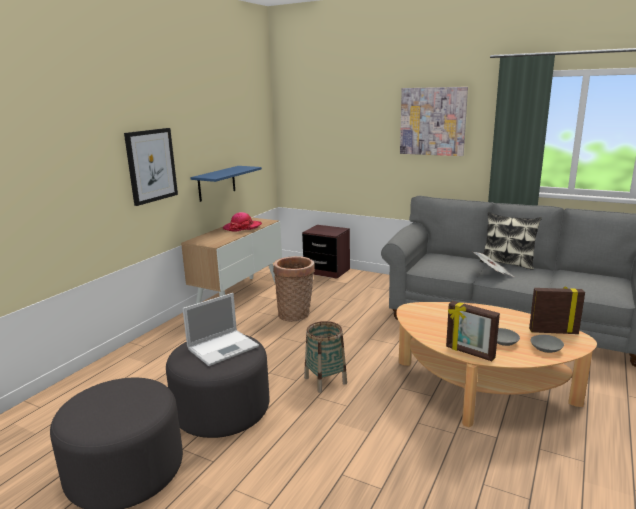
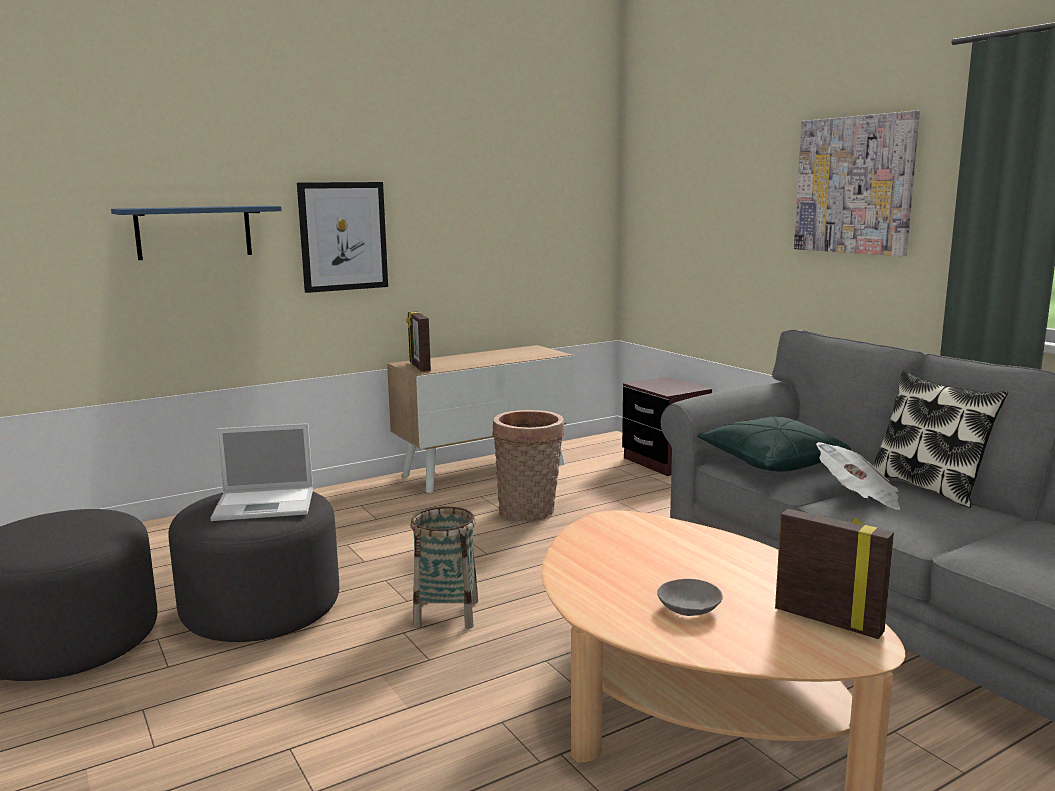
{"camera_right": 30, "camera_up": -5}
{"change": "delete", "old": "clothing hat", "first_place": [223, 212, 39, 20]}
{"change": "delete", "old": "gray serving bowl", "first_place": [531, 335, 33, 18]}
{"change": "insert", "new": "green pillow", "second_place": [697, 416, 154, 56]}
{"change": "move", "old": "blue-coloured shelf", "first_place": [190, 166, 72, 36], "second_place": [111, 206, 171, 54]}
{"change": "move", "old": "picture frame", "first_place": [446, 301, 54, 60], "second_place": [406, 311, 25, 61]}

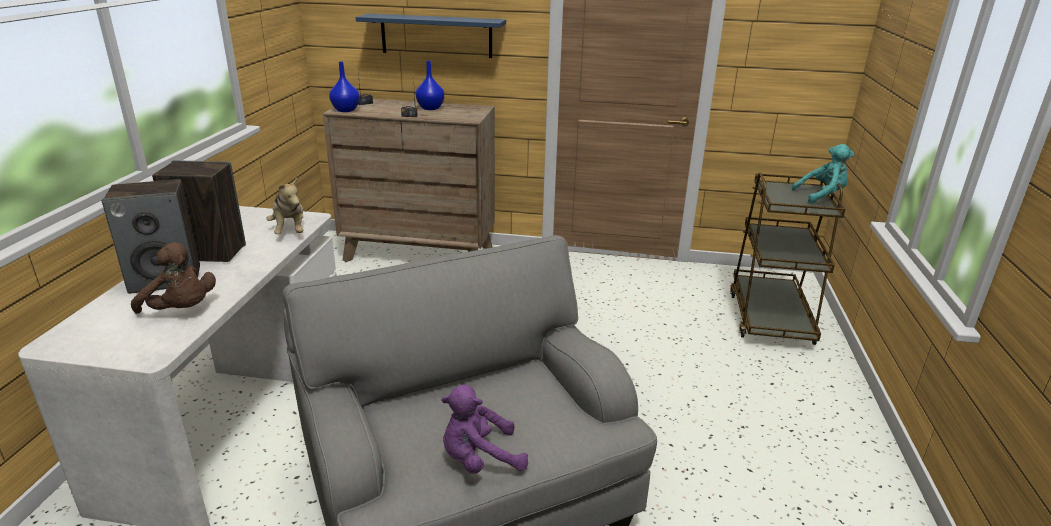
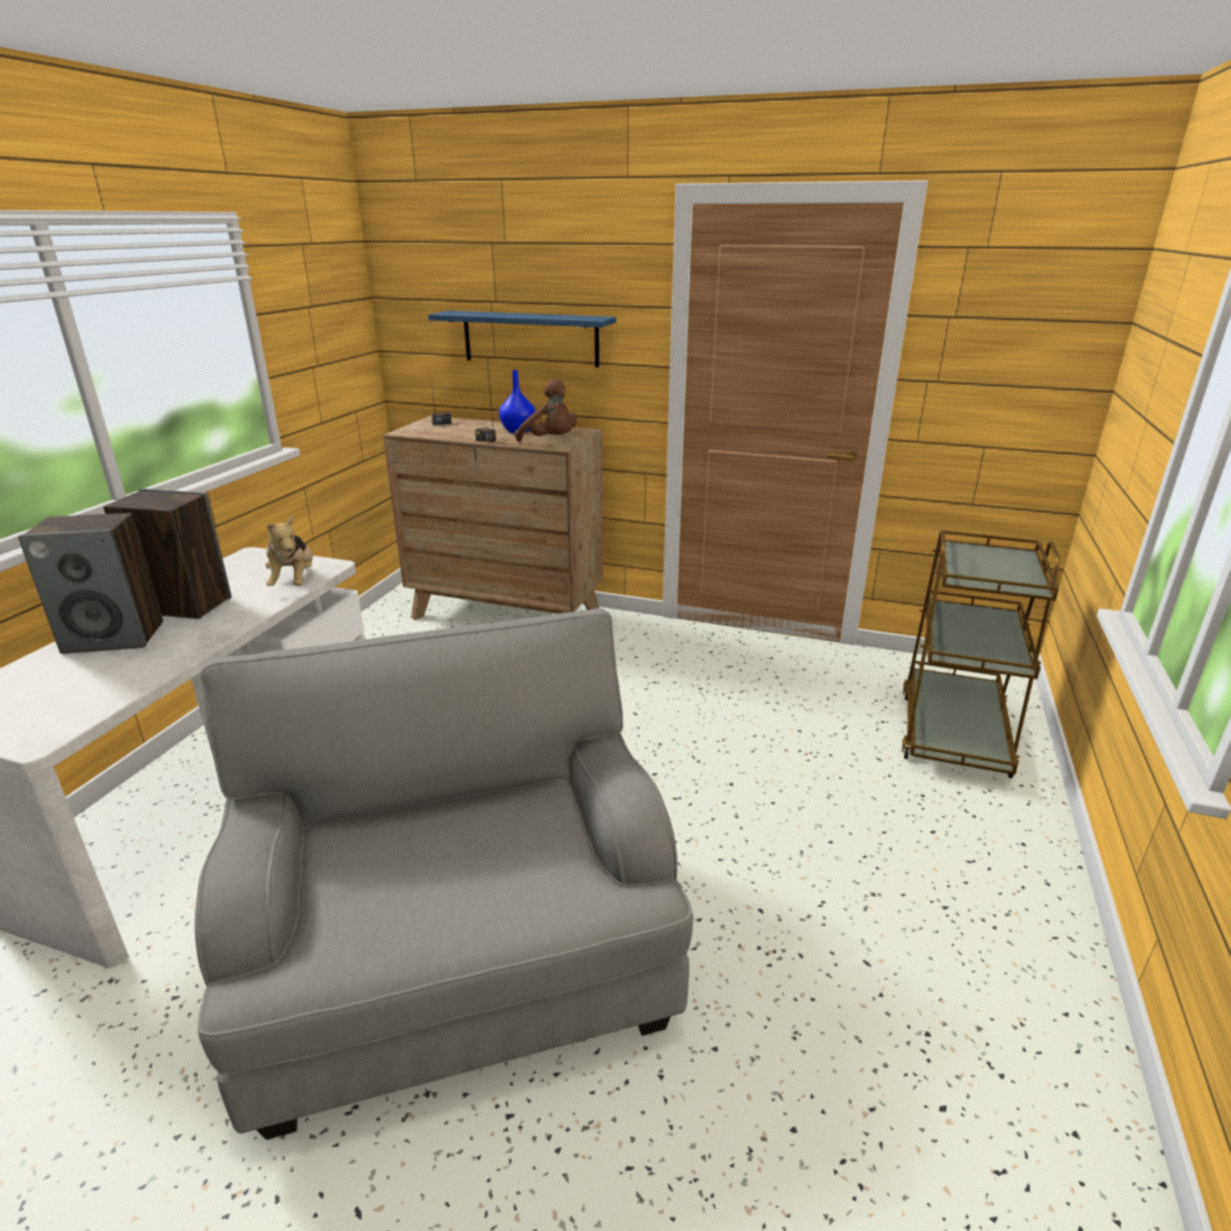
{"camera_right": 10, "camera_up": 0}
{"change": "delete", "old": "blue-coloured vase", "first_place": [329, 62, 31, 50]}
{"change": "delete", "old": "purple-coloured cuddly toy", "first_place": [441, 384, 87, 90]}
{"change": "delete", "old": "turquoise cuddly toy", "first_place": [791, 144, 63, 60]}
{"change": "move", "old": "brown-coloured cuddly toy", "first_place": [131, 242, 85, 72], "second_place": [515, 379, 62, 63]}

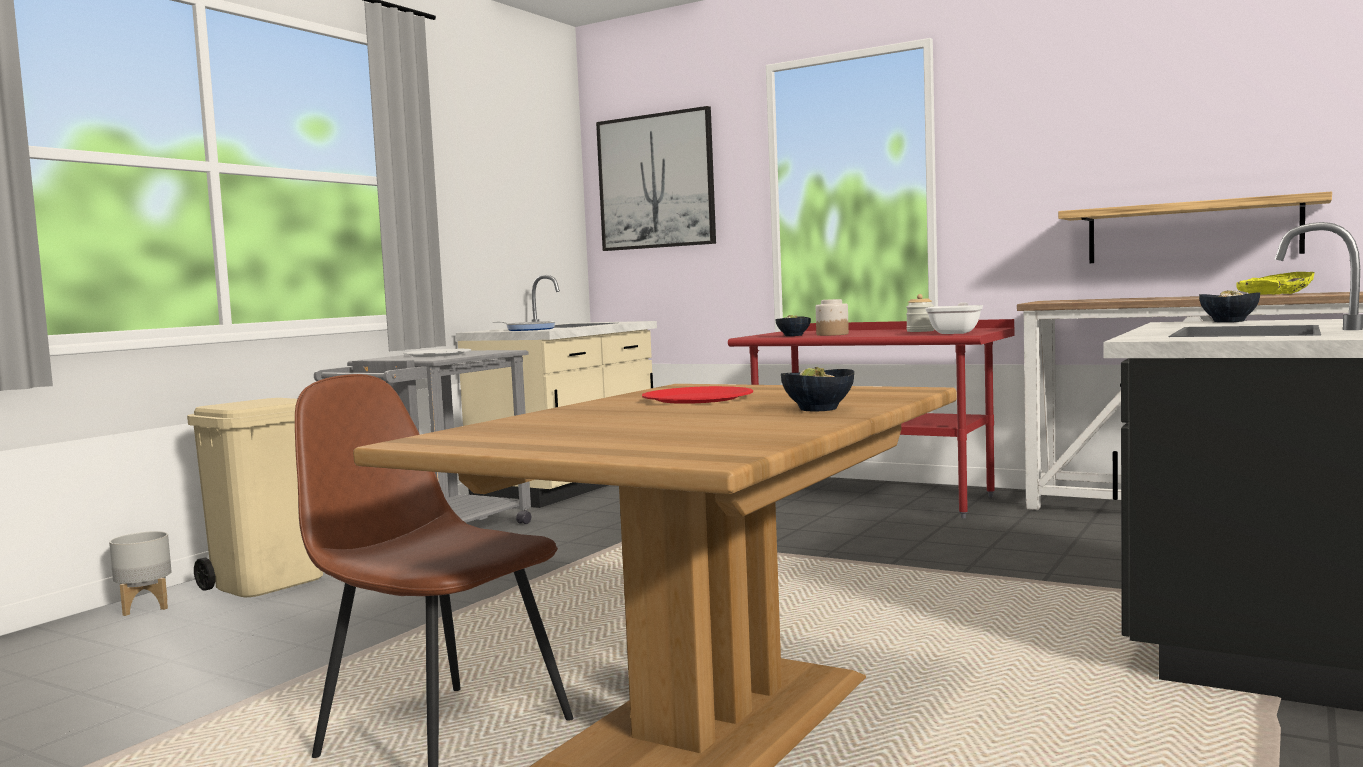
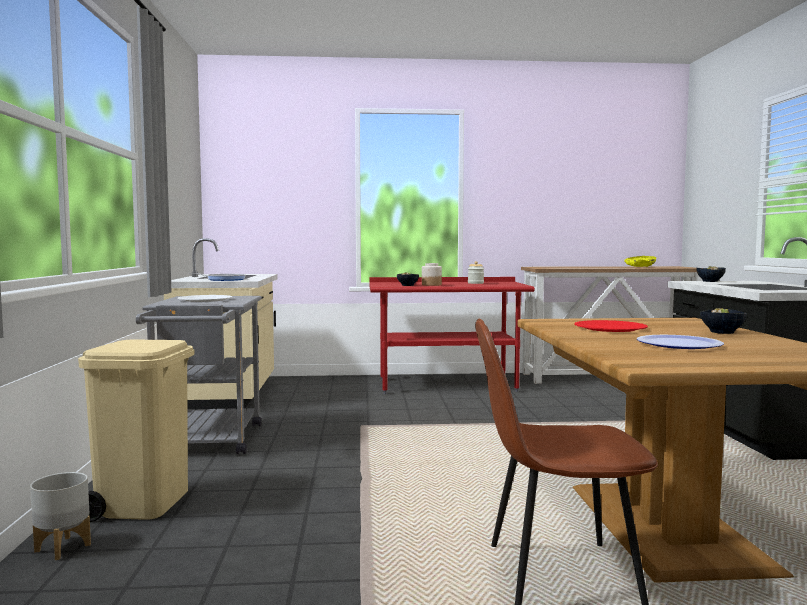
{"camera_right": -35, "camera_up": 0}
{"change": "delete", "old": "wall picture", "first_place": [596, 106, 120, 145]}
{"change": "delete", "old": "frying pan", "first_place": [925, 302, 58, 32]}
{"change": "delete", "old": "shelf", "first_place": [1058, 192, 274, 71]}
{"change": "insert", "new": "plate", "second_place": [637, 335, 87, 14]}

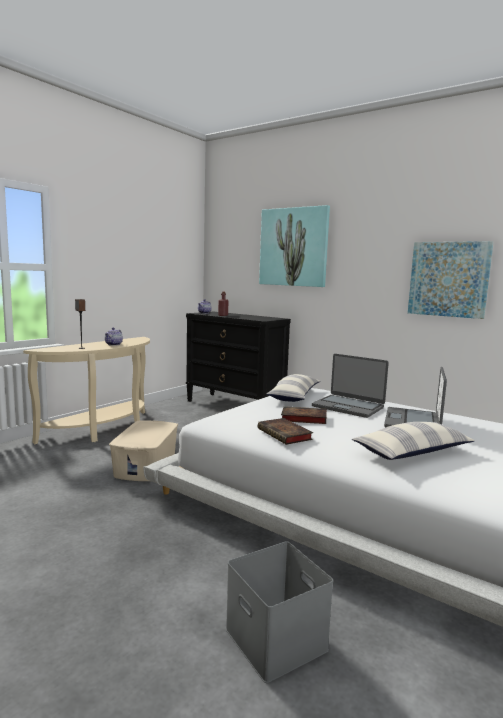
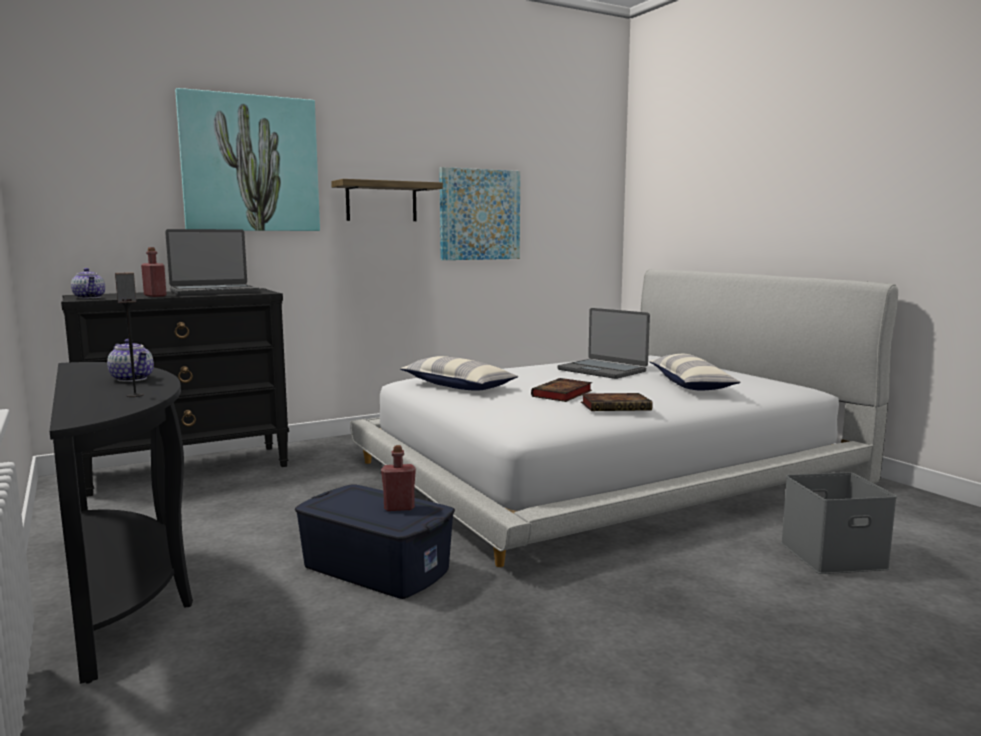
{"camera_right": -65, "camera_up": 0}
{"change": "insert", "new": "shelf", "second_place": [331, 179, 112, 42]}
{"change": "insert", "new": "red-coloured drink bottle", "second_place": [381, 445, 35, 66]}
{"change": "move", "old": "notebook computer", "first_place": [312, 354, 77, 64], "second_place": [165, 229, 95, 67]}
{"change": "recolor", "old": "beige-coloured console table", "new": "black-coloured console table", "first_place": [23, 337, 127, 107], "second_place": [50, 362, 143, 322]}
{"change": "recolor", "old": "beige-coloured storage bin", "new": "blue-coloured storage bin", "first_place": [109, 420, 69, 61], "second_place": [295, 484, 160, 115]}

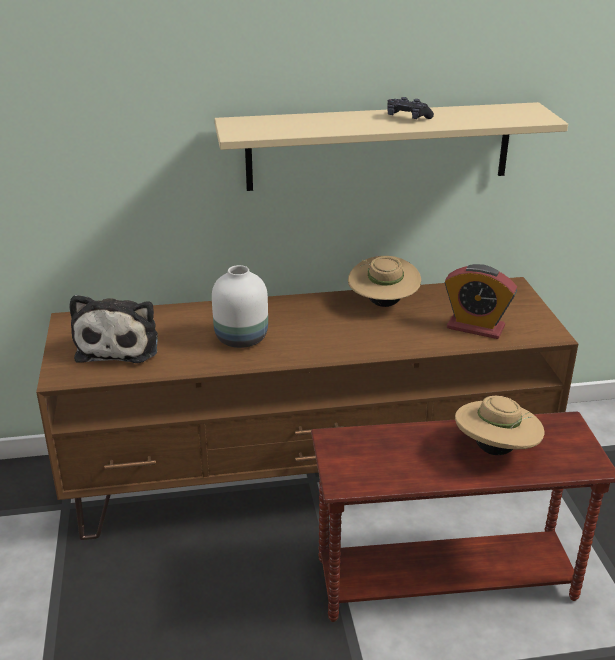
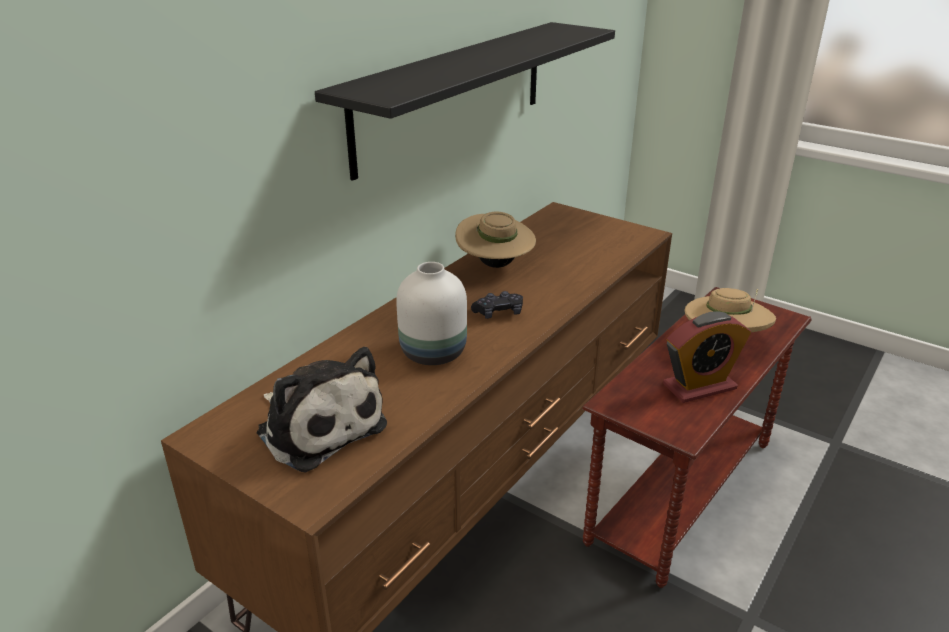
{"camera_right": -45, "camera_up": 0}
{"change": "move", "old": "black-coloured game controller", "first_place": [387, 97, 47, 22], "second_place": [471, 291, 52, 28]}
{"change": "move", "old": "alarm clock", "first_place": [444, 264, 73, 75], "second_place": [663, 312, 88, 91]}
{"change": "recolor", "old": "beige-coloured shelf", "new": "black-coloured shelf", "first_place": [214, 102, 354, 89], "second_place": [315, 22, 300, 159]}

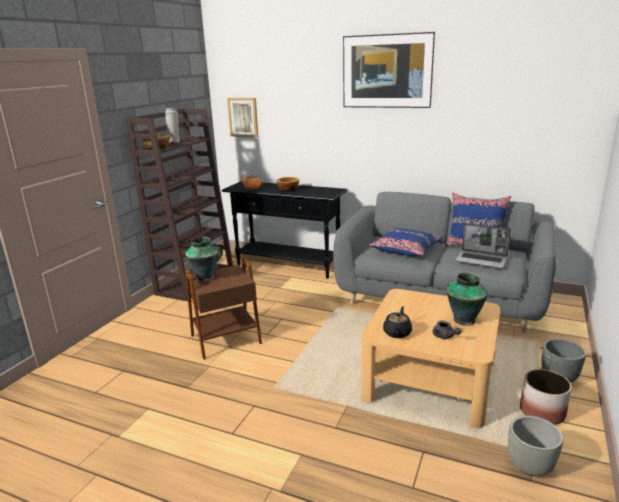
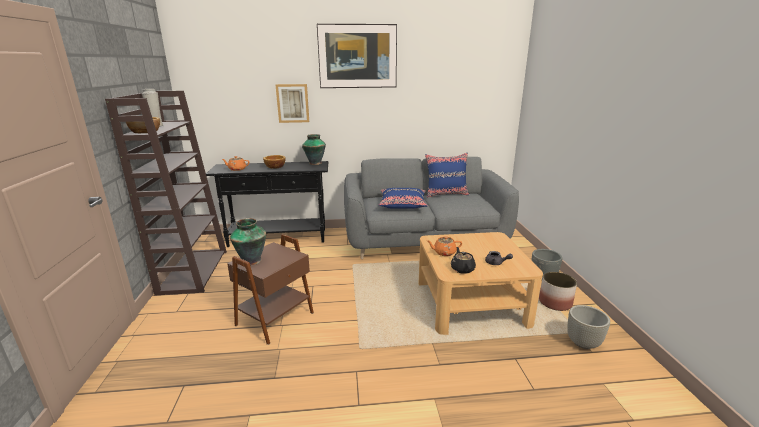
{"camera_right": -30, "camera_up": 0}
{"change": "delete", "old": "notebook computer", "first_place": [455, 223, 56, 45]}
{"change": "insert", "new": "orange tea pot", "second_place": [427, 236, 35, 20]}
{"change": "move", "old": "wall picture", "first_place": [227, 98, 31, 39], "second_place": [276, 84, 33, 39]}
{"change": "move", "old": "vase", "first_place": [447, 272, 41, 54], "second_place": [302, 134, 24, 31]}

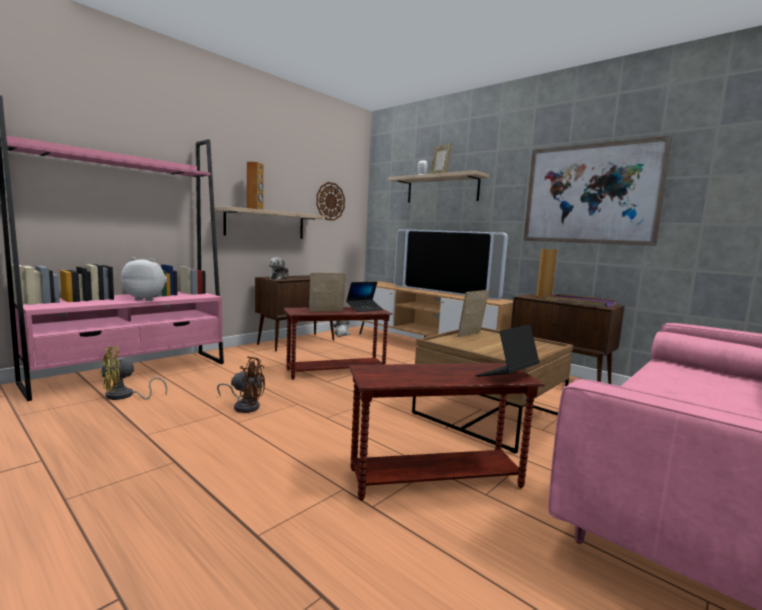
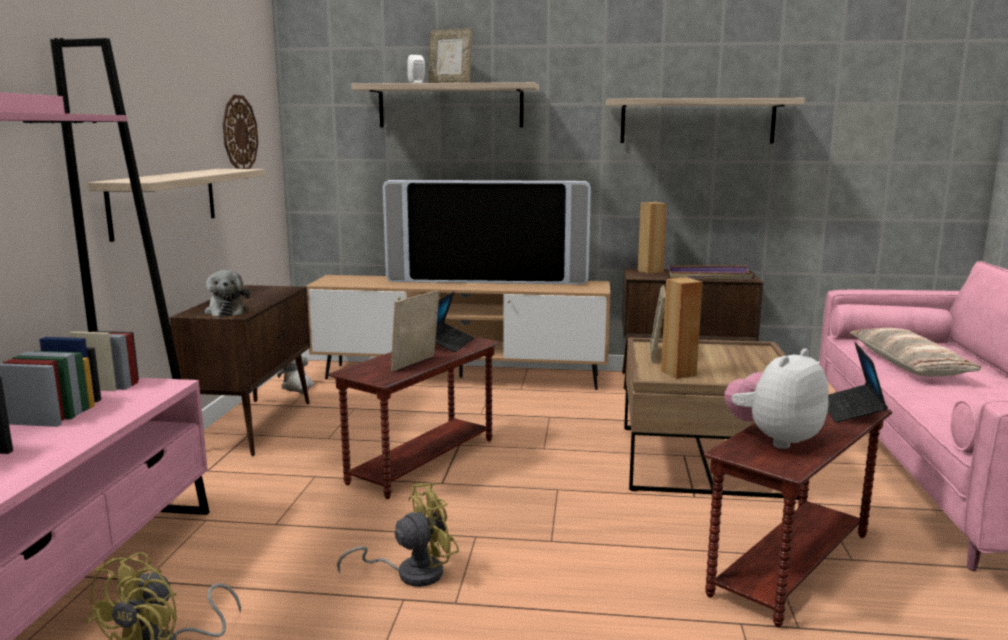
{"camera_right": -35, "camera_up": 5}
{"change": "insert", "new": "pillow", "second_place": [850, 328, 131, 49]}
{"change": "move", "old": "cuddly toy", "first_place": [121, 257, 46, 44], "second_place": [725, 349, 104, 100]}
{"change": "move", "old": "brown-coloured loudspeaker", "first_place": [247, 162, 17, 48], "second_place": [661, 277, 41, 102]}
{"change": "replace", "old": "wall picture", "new": "shelf", "first_place": [524, 135, 149, 111], "second_place": [606, 98, 199, 45]}
{"change": "recolor", "old": "brown-coloured fan", "new": "yellow-coloured fan", "first_place": [217, 357, 48, 56], "second_place": [337, 482, 122, 105]}

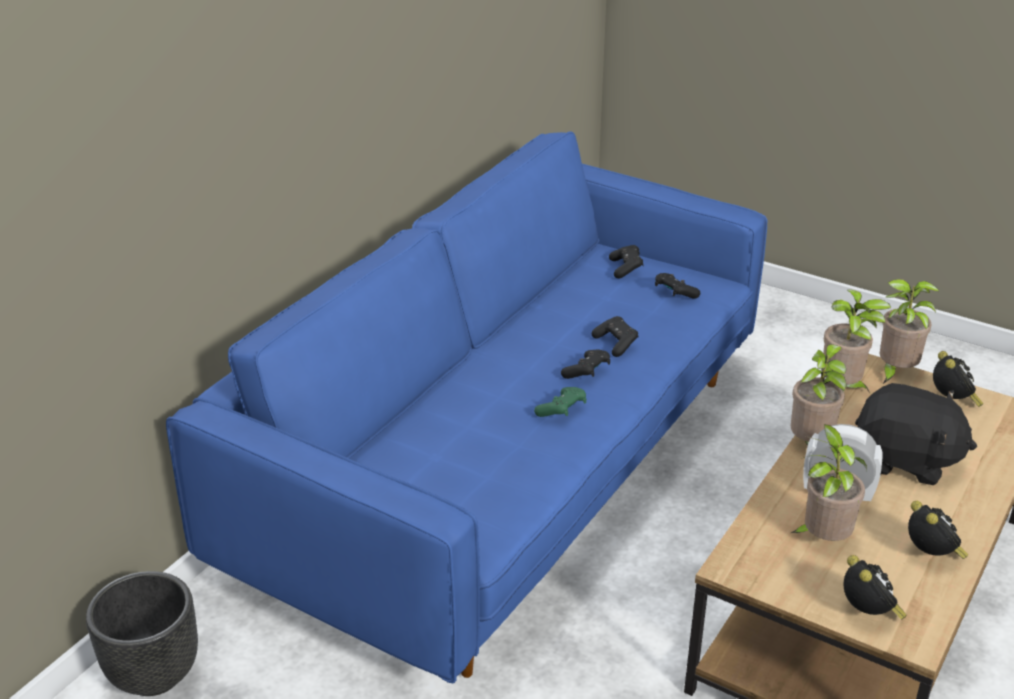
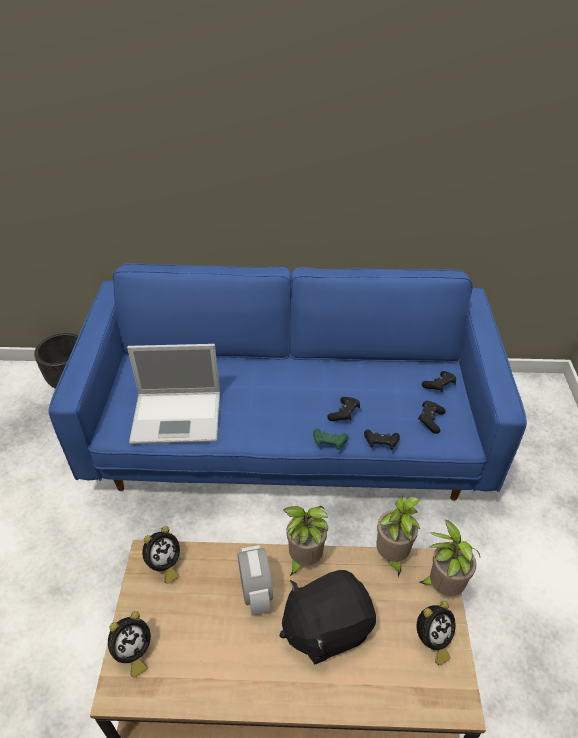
{"camera_right": 60, "camera_up": 10}
{"change": "delete", "old": "potted plant", "first_place": [791, 424, 76, 117]}
{"change": "insert", "new": "notebook computer", "second_place": [127, 344, 93, 100]}
{"change": "move", "old": "green game controller", "first_place": [534, 387, 52, 30], "second_place": [313, 429, 35, 21]}
{"change": "move", "old": "black-coloured game controller", "first_place": [561, 350, 49, 29], "second_place": [364, 429, 36, 21]}
{"change": "move", "old": "alarm clock", "first_place": [908, 501, 61, 58], "second_place": [142, 526, 38, 58]}
{"change": "rotate", "old": "black-coloured cuddly toy", "first_place": [855, 383, 122, 102], "second_place": [279, 570, 97, 94], "degrees": 75}

